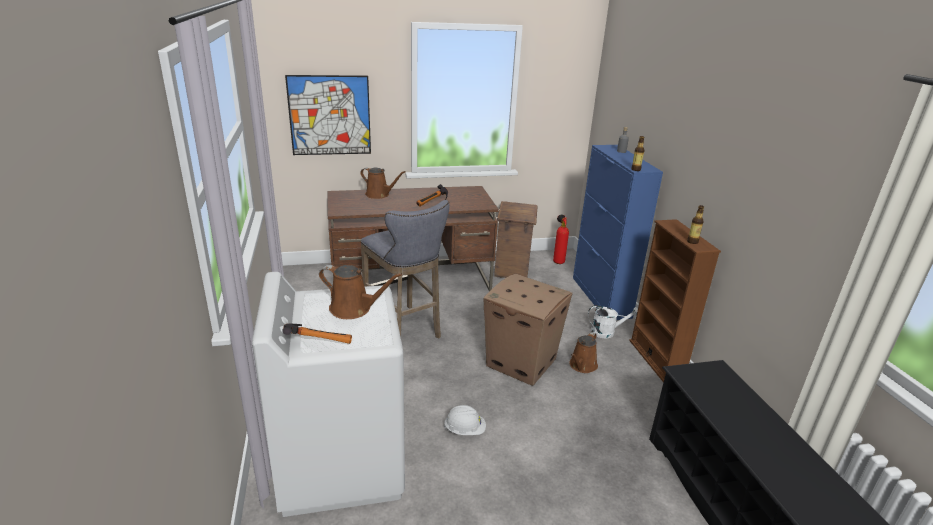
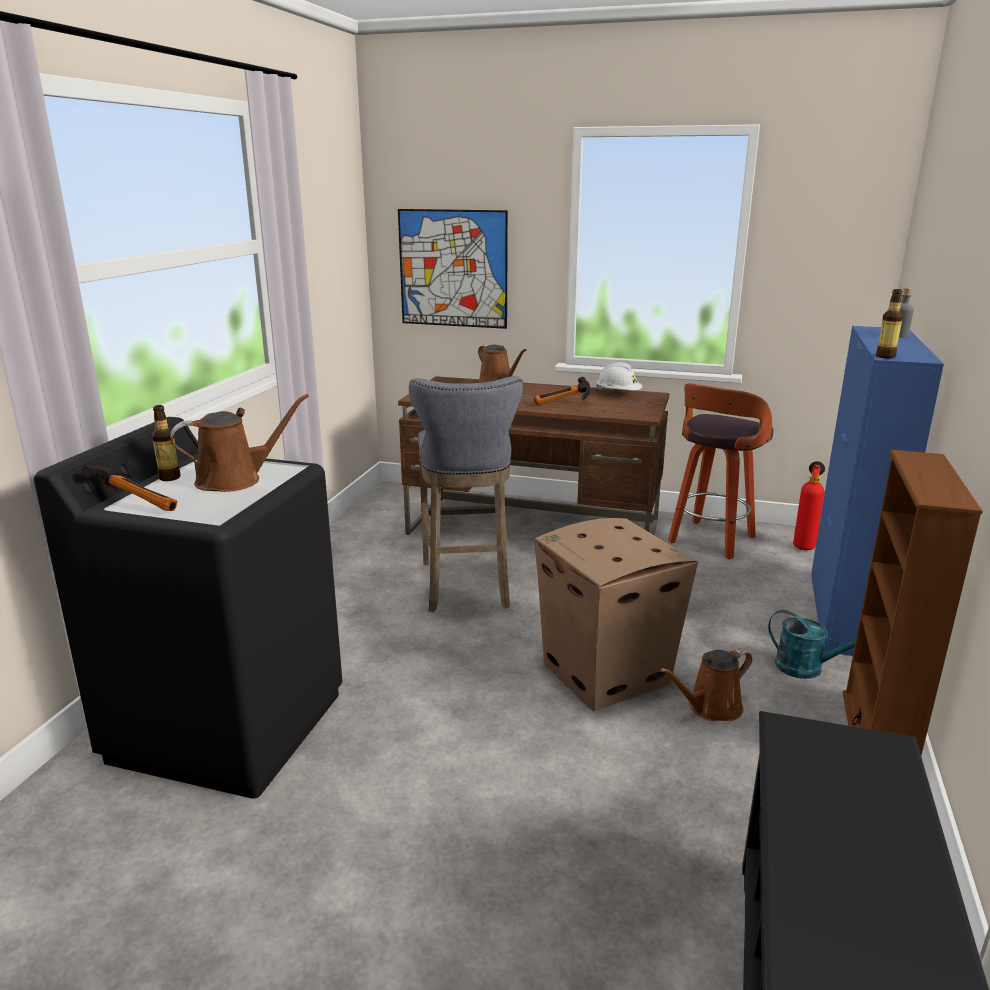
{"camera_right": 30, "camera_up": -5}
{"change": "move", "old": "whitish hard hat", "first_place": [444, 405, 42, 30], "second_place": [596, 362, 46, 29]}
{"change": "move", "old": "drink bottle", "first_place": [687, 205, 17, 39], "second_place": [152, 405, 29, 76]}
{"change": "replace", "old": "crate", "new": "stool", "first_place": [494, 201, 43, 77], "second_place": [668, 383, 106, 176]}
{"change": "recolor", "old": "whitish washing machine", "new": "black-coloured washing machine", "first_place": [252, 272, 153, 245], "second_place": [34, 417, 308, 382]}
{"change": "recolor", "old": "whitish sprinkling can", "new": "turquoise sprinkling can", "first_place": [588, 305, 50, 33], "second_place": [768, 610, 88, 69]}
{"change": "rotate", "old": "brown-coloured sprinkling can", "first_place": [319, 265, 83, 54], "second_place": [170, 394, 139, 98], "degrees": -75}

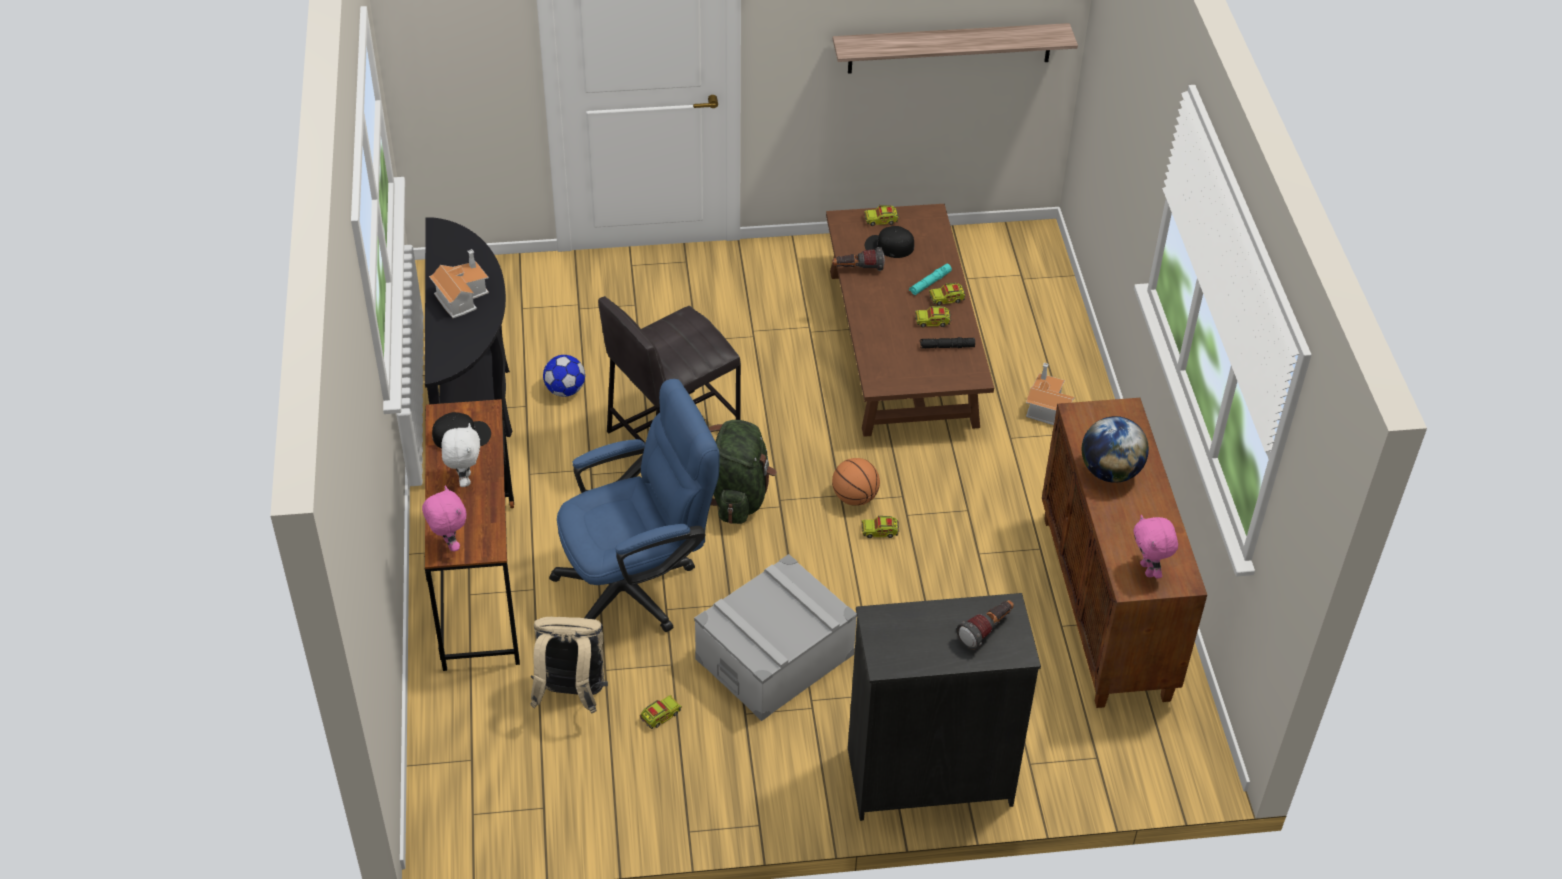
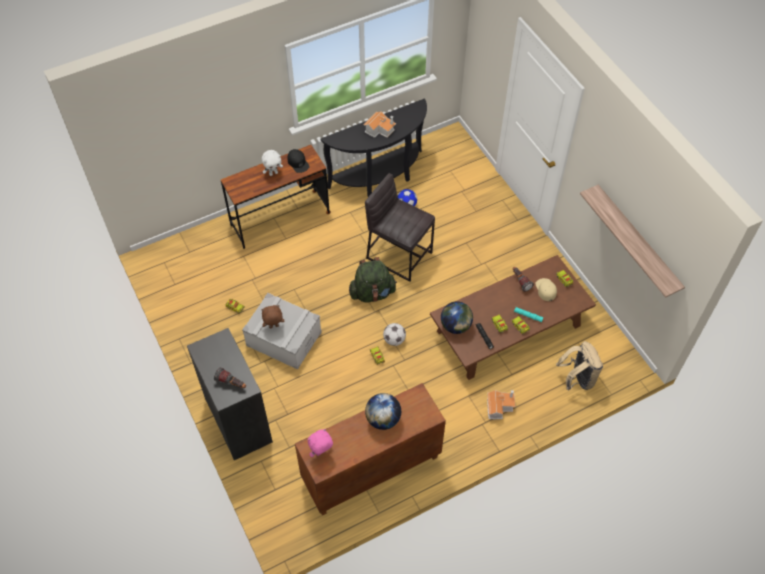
{"camera_right": 70, "camera_up": 10}
{"change": "delete", "old": "pinkish cuddly toy", "first_place": [422, 486, 45, 66]}
{"change": "delete", "old": "blue-coloured desk chair", "first_place": [549, 379, 171, 253]}
{"change": "insert", "new": "brown-coloured cuddly toy", "second_place": [261, 305, 23, 23]}
{"change": "insert", "new": "desk globe", "second_place": [441, 301, 32, 33]}
{"change": "move", "old": "beige-coloured knapsack", "first_place": [530, 617, 78, 97], "second_place": [556, 341, 47, 50]}
{"change": "replace", "old": "ball for basketball", "new": "ball for football", "first_place": [832, 458, 48, 48], "second_place": [383, 323, 23, 23]}
{"change": "recolor", "old": "black-coloured baseball cap", "new": "beige-coloured baseball cap", "first_place": [865, 226, 49, 32], "second_place": [535, 278, 22, 23]}

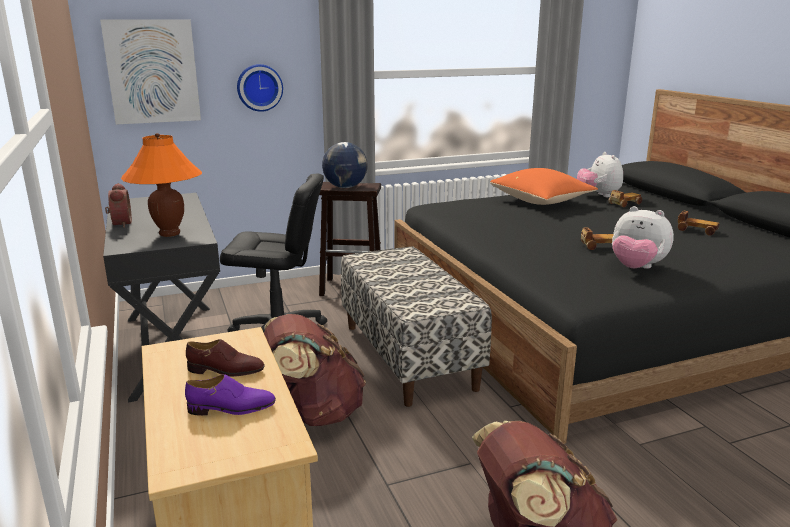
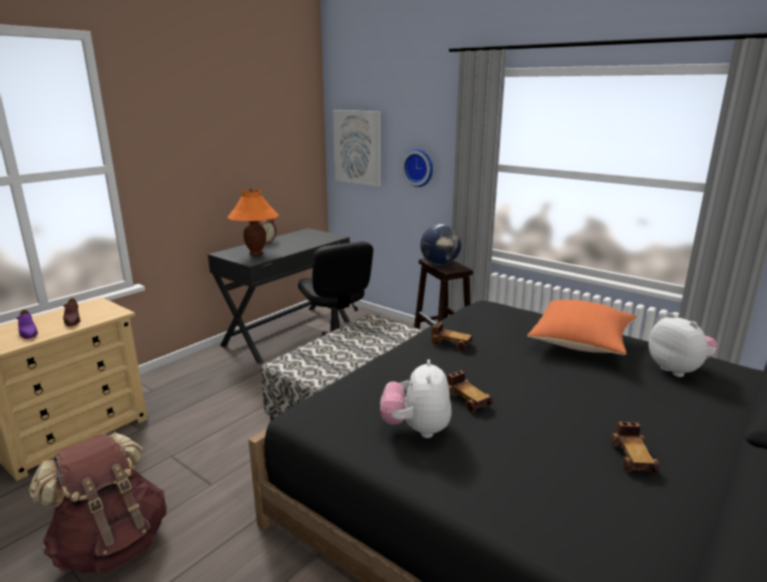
{"camera_right": 60, "camera_up": 0}
{"change": "delete", "old": "brown-coloured knapsack", "first_place": [264, 314, 102, 112]}
{"change": "move", "old": "model car", "first_place": [608, 190, 34, 17], "second_place": [431, 322, 42, 29]}
{"change": "rotate", "old": "cuddly toy", "first_place": [577, 152, 46, 45], "second_place": [649, 313, 69, 64], "degrees": 105}

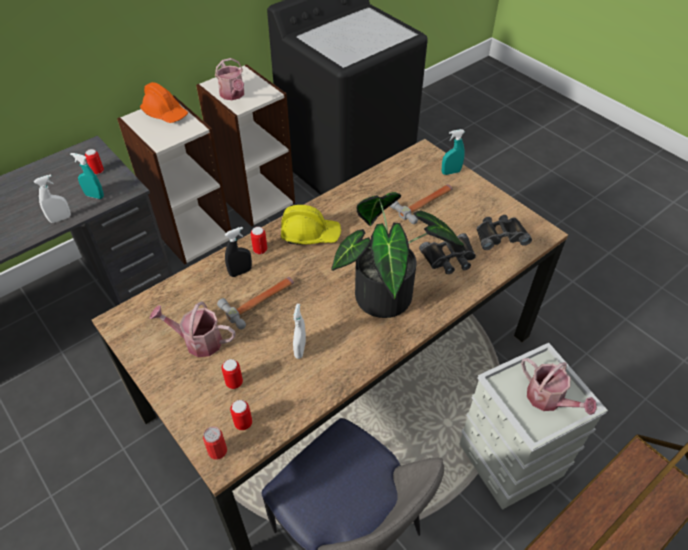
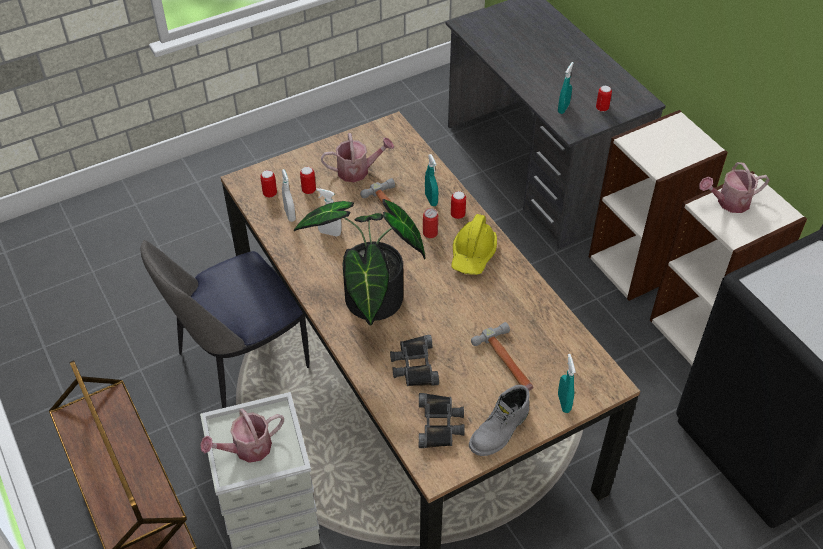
{"camera_right": 100, "camera_up": 0}
{"change": "delete", "old": "orange hard hat", "first_place": [140, 82, 48, 41]}
{"change": "insert", "new": "gray boot", "second_place": [469, 385, 61, 71]}
{"change": "move", "old": "whitish spray bottle", "first_place": [34, 174, 37, 49], "second_place": [282, 169, 14, 53]}
{"change": "move", "old": "metal can", "first_place": [203, 426, 24, 34], "second_place": [423, 208, 15, 30]}
{"change": "recolor", "old": "black-coloured spray bottle", "new": "turquoise spray bottle", "first_place": [225, 227, 27, 50], "second_place": [425, 154, 13, 52]}
{"change": "rotate", "old": "sprinkling can", "first_place": [149, 301, 87, 56], "second_place": [321, 133, 73, 49], "degrees": 60}

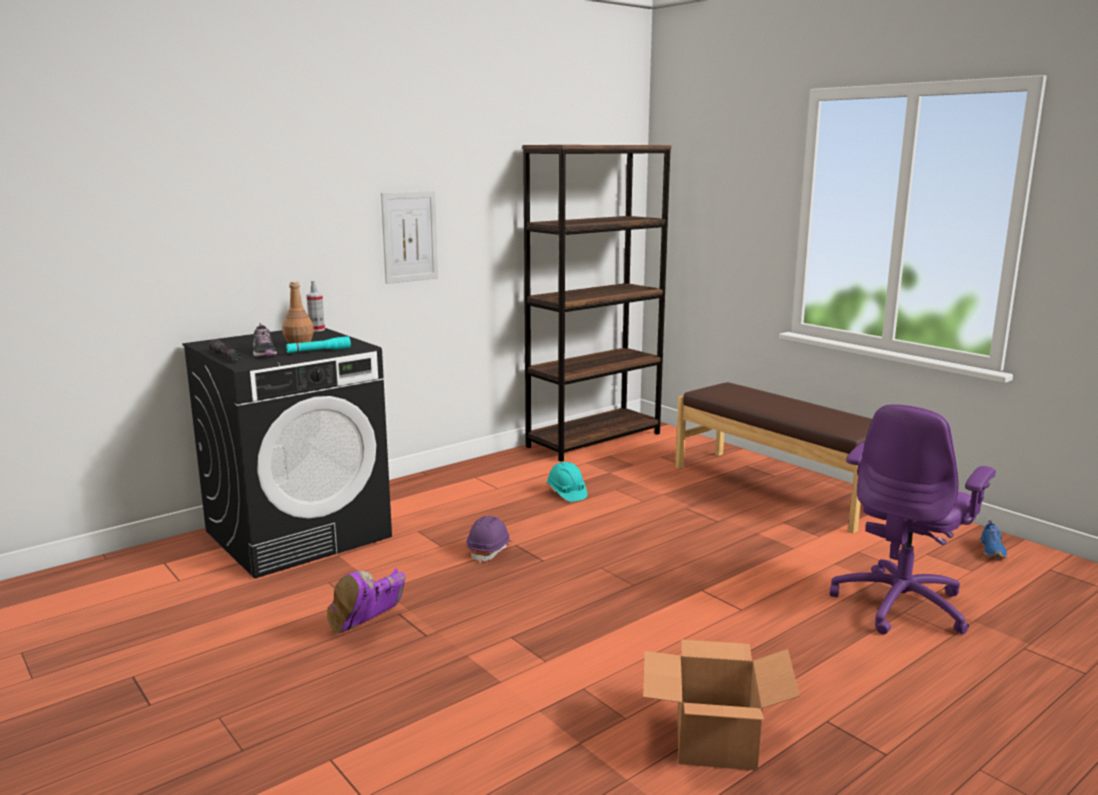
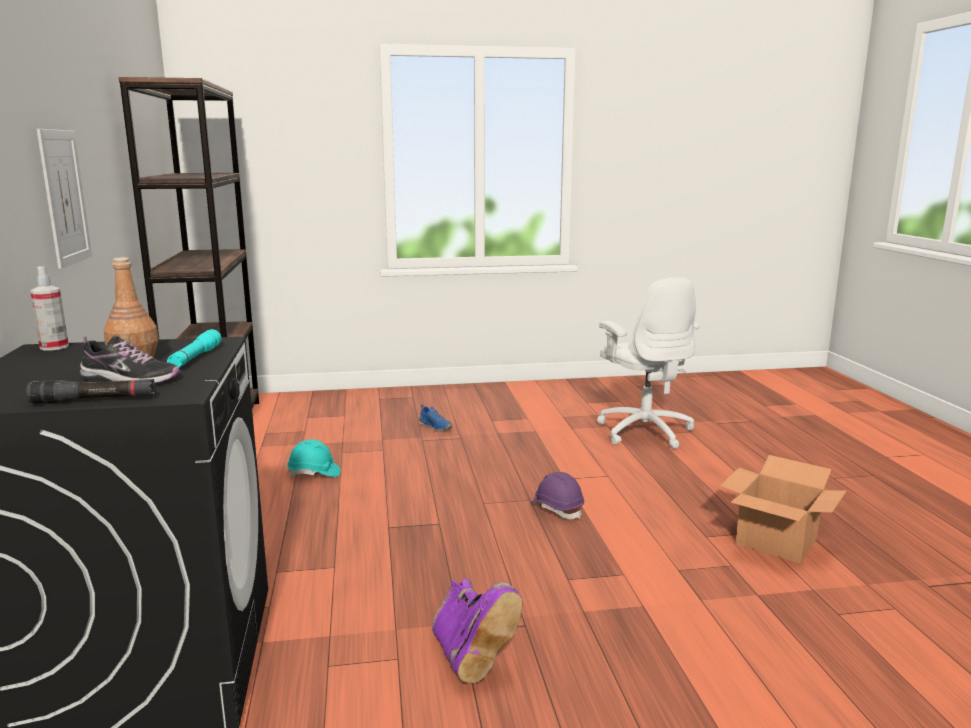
{"camera_right": -60, "camera_up": 0}
{"change": "delete", "old": "brown-coloured bench", "first_place": [675, 382, 197, 151]}
{"change": "move", "old": "purple-coloured hard hat", "first_place": [466, 516, 46, 47], "second_place": [530, 472, 55, 47]}
{"change": "move", "old": "blue-coloured item of footwear", "first_place": [979, 520, 28, 38], "second_place": [419, 405, 33, 27]}
{"change": "recolor", "old": "purple-coloured desk chair", "new": "whitish desk chair", "first_place": [830, 404, 166, 230], "second_place": [597, 278, 103, 171]}

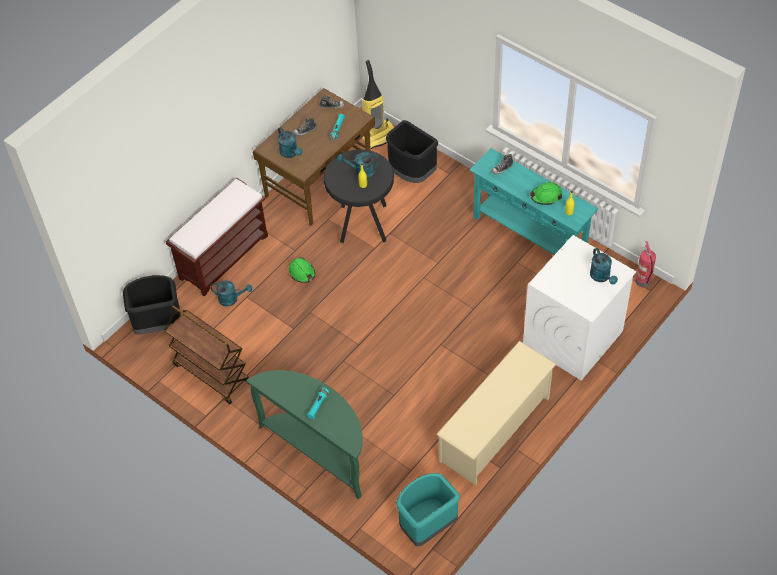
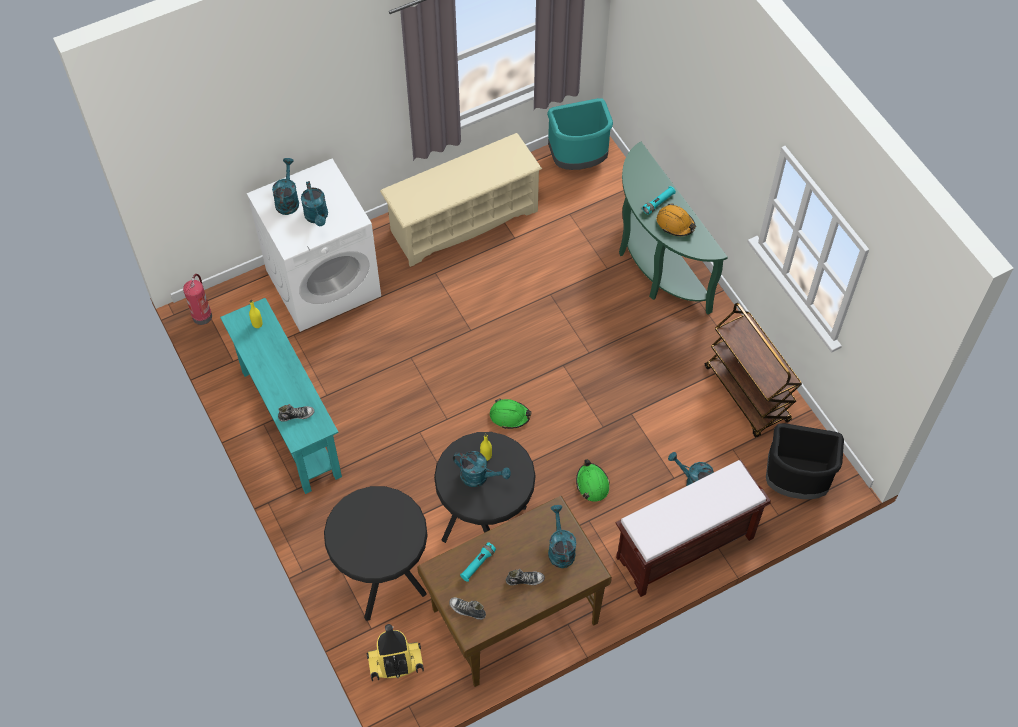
{"camera_right": -160, "camera_up": 5}
{"change": "insert", "new": "turquoise sprinkling can", "second_place": [301, 181, 27, 45]}
{"change": "insert", "new": "orange hard hat", "second_place": [657, 204, 39, 32]}
{"change": "move", "old": "green hard hat", "first_place": [530, 182, 32, 23], "second_place": [490, 398, 42, 31]}
{"change": "replace", "old": "black-coloured trash can", "new": "black-coloured stool", "first_place": [386, 120, 52, 63], "second_place": [324, 486, 104, 135]}

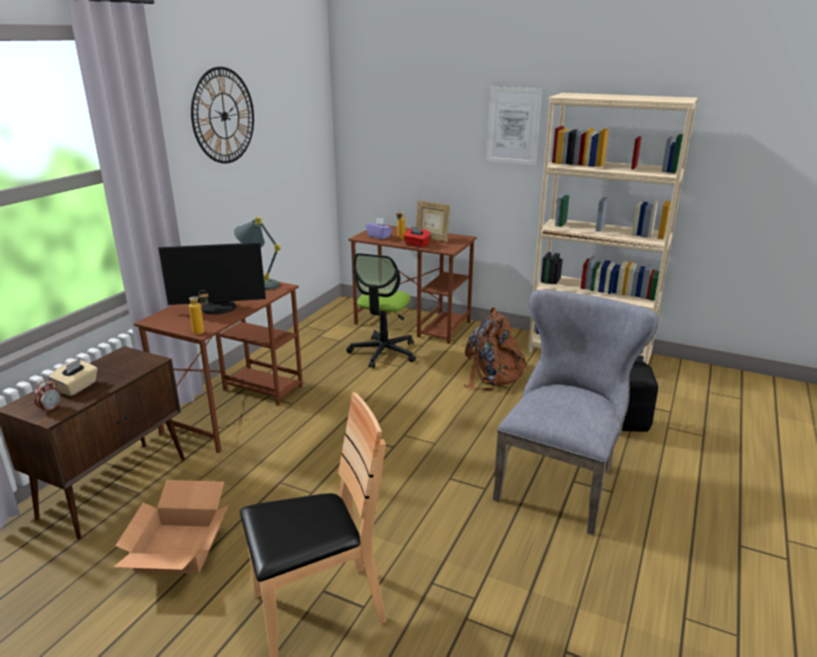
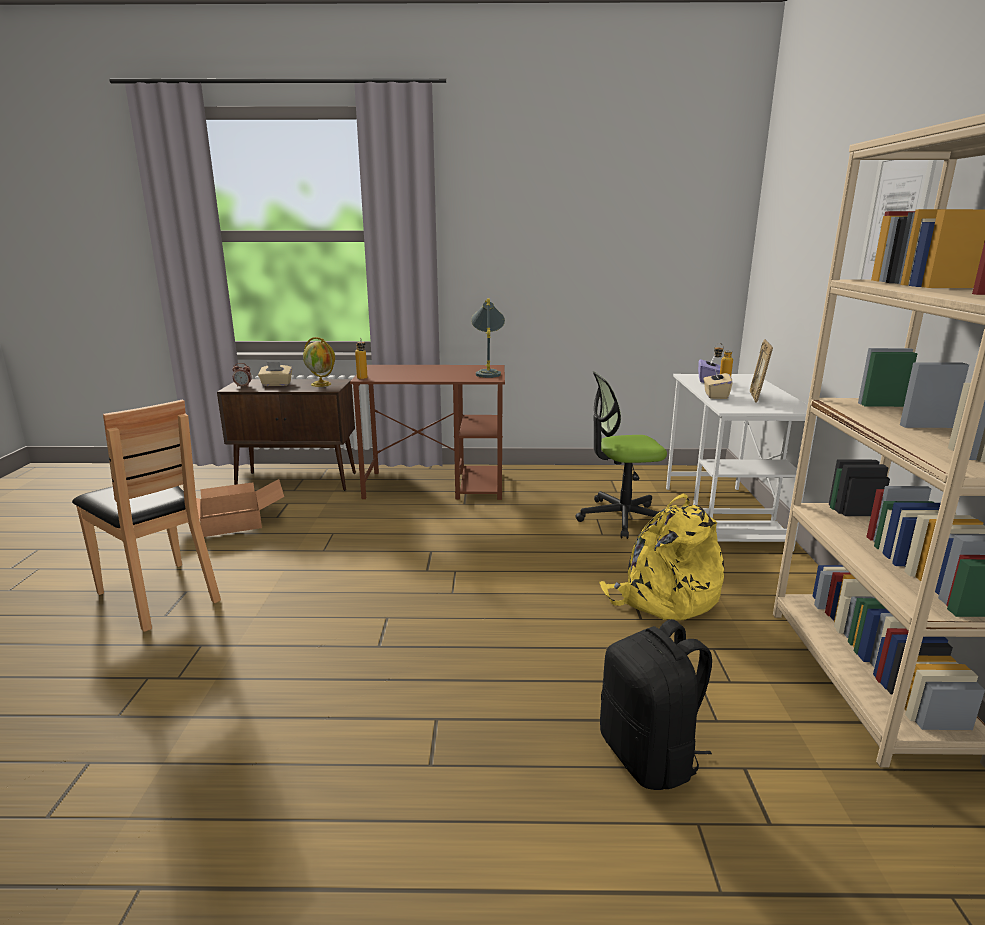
{"camera_right": 65, "camera_up": -5}
{"change": "delete", "old": "monitor", "first_place": [158, 242, 108, 73]}
{"change": "delete", "old": "wall clock", "first_place": [191, 67, 63, 96]}
{"change": "delete", "old": "gray plain chair", "first_place": [493, 290, 165, 245]}
{"change": "insert", "new": "desk globe", "second_place": [303, 337, 32, 50]}
{"change": "recolor", "old": "brown-coloured desk table", "new": "whitish desk table", "first_place": [348, 225, 129, 119], "second_place": [666, 374, 151, 177]}
{"change": "recolor", "old": "red-coloured tissue box", "new": "beige-coloured tissue box", "first_place": [403, 226, 28, 22], "second_place": [703, 369, 30, 30]}
{"change": "recolor", "old": "brown-coloured knapsack", "new": "yellow-coloured knapsack", "first_place": [464, 307, 64, 84], "second_place": [599, 493, 125, 128]}

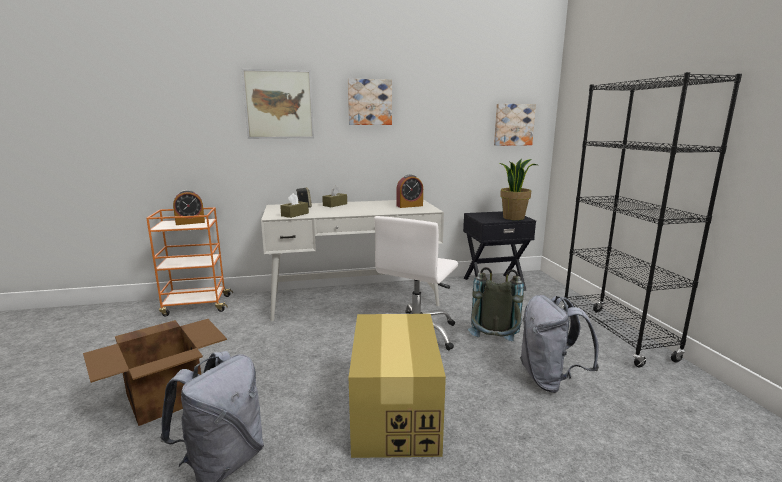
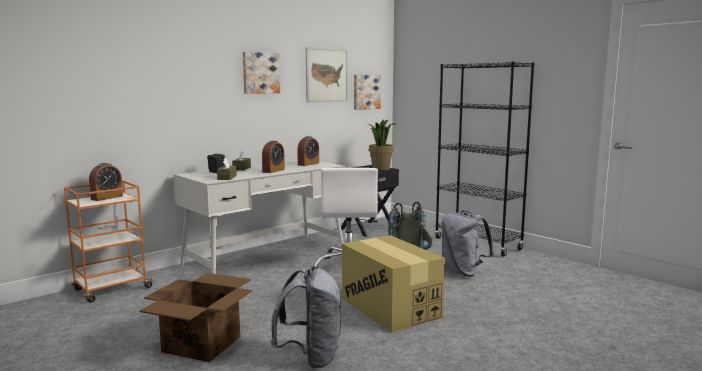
{"camera_right": -30, "camera_up": -5}
{"change": "insert", "new": "alarm clock", "second_place": [262, 141, 23, 32]}
{"change": "move", "old": "wall picture", "first_place": [242, 69, 72, 70], "second_place": [306, 47, 42, 56]}

